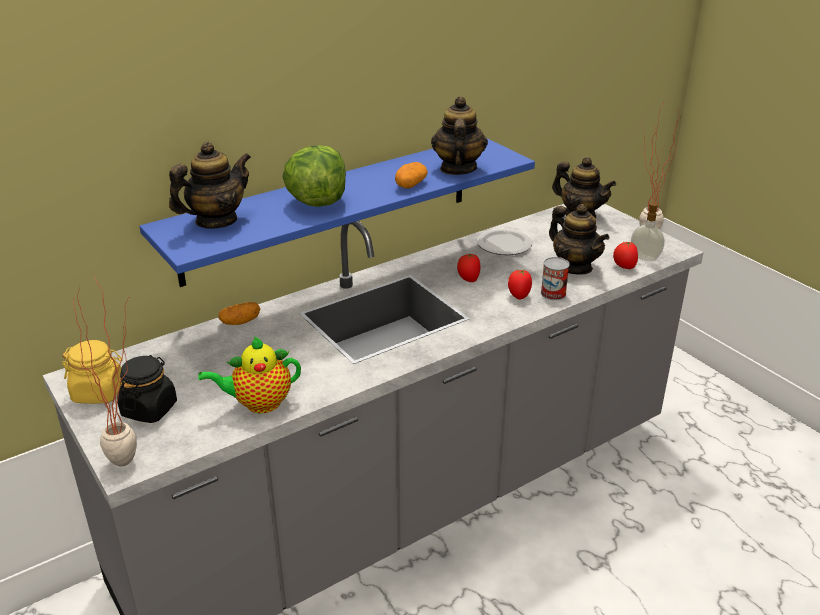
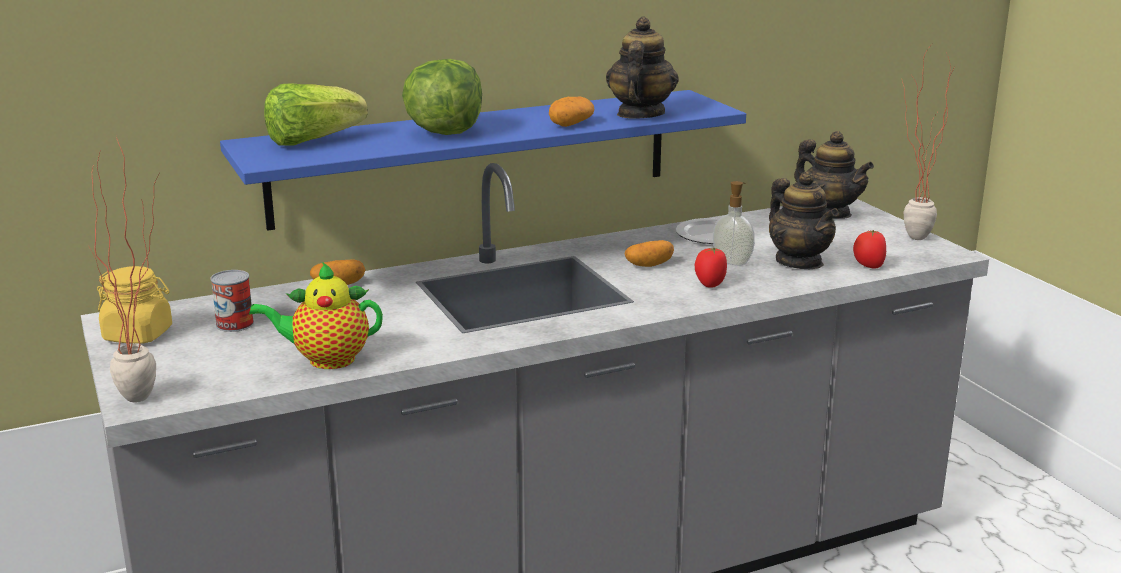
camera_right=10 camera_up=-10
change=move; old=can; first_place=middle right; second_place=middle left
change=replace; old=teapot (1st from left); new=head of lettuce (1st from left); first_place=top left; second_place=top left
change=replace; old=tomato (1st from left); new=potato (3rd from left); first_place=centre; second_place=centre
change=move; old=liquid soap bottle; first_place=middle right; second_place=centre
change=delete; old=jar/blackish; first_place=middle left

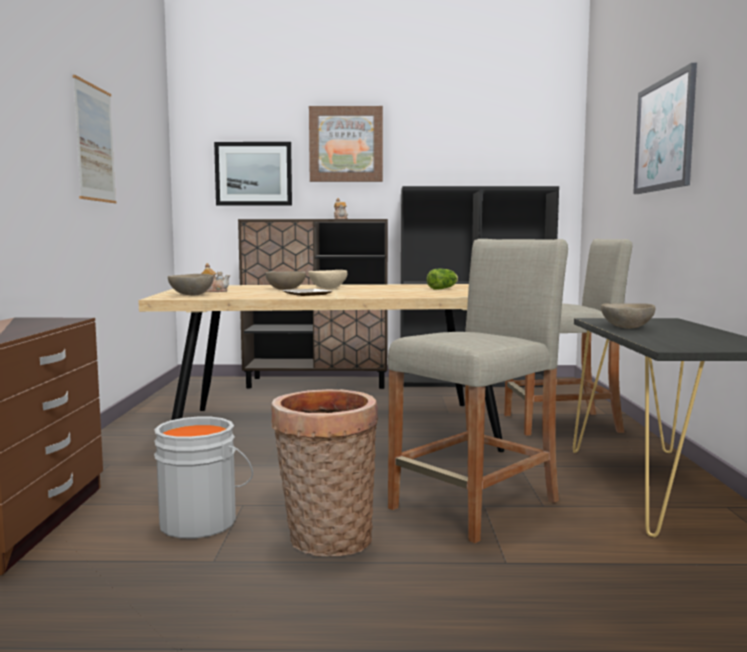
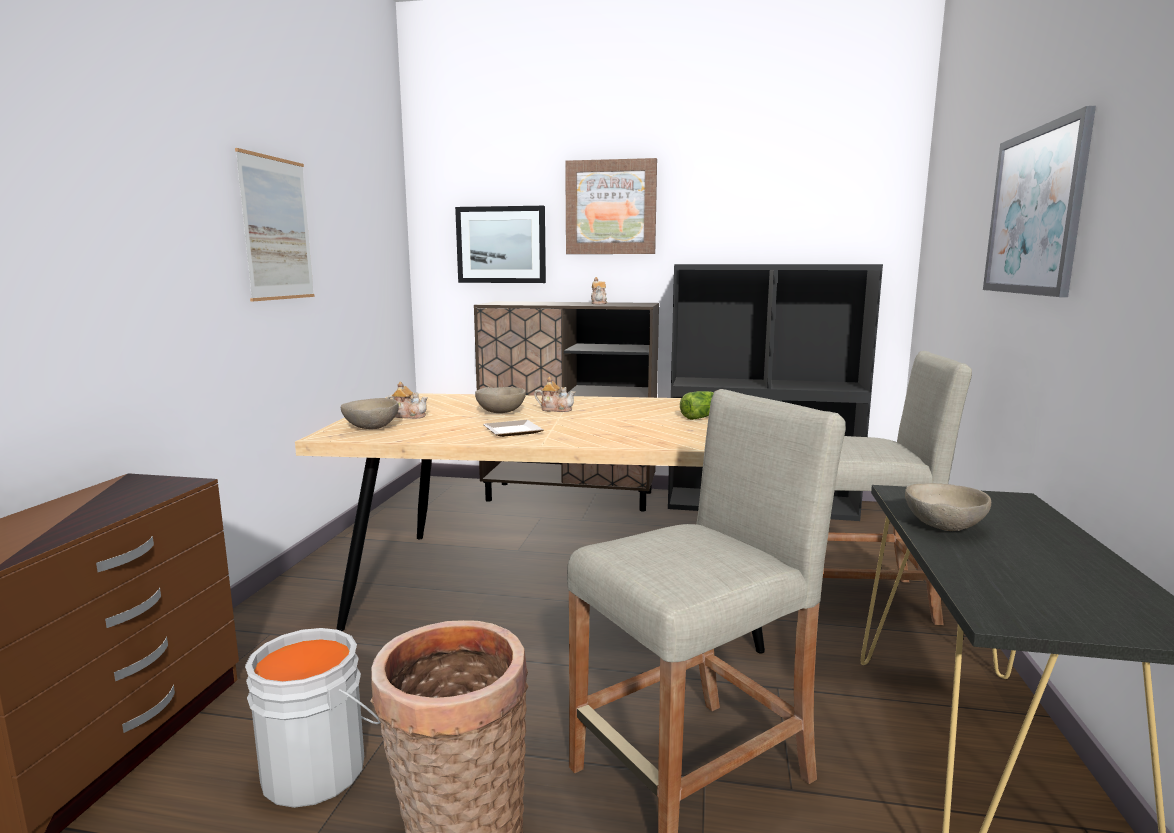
camera_right=10 camera_up=5
change=replace; old=deep dish/sand-coloured (3rd from left); new=teapot (2nd from left); first_place=centre; second_place=centre

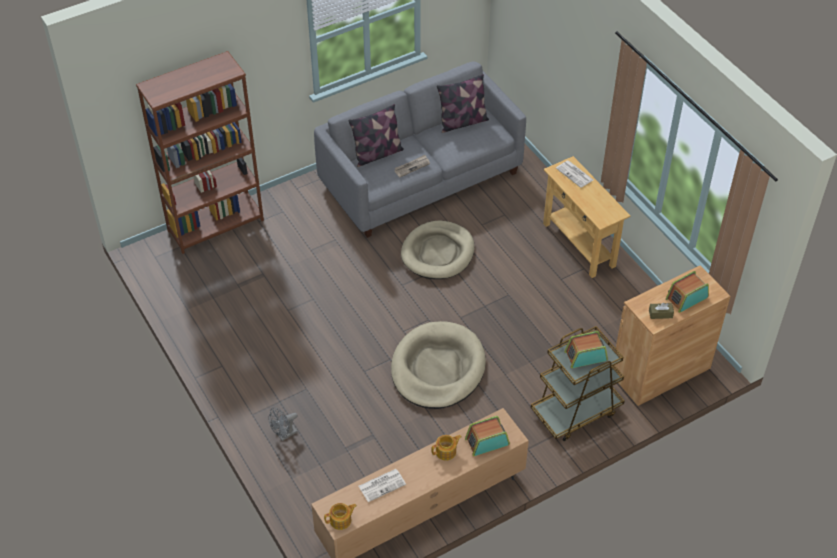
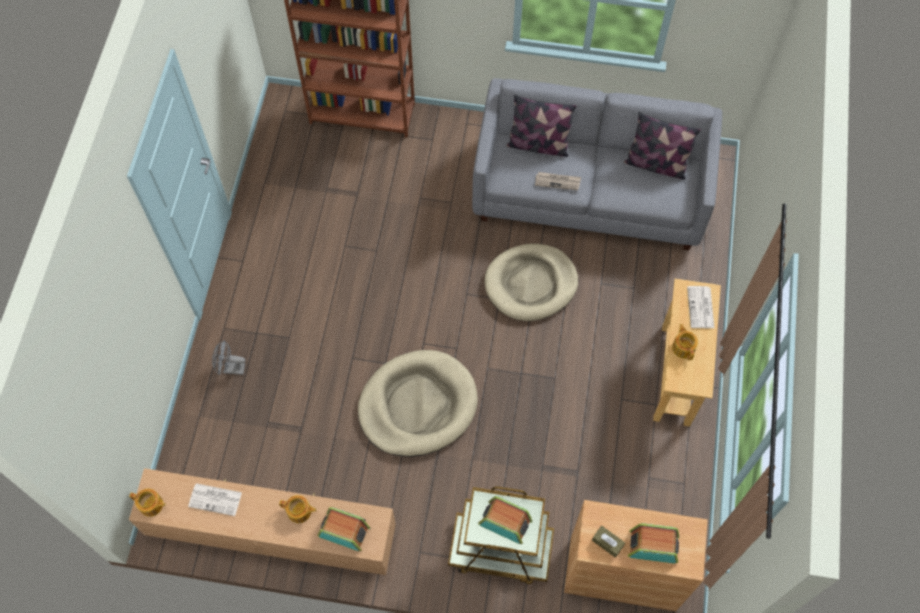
camera_right=40 camera_up=15
change=insert; new=teapot (3rd from left); second_place=middle right

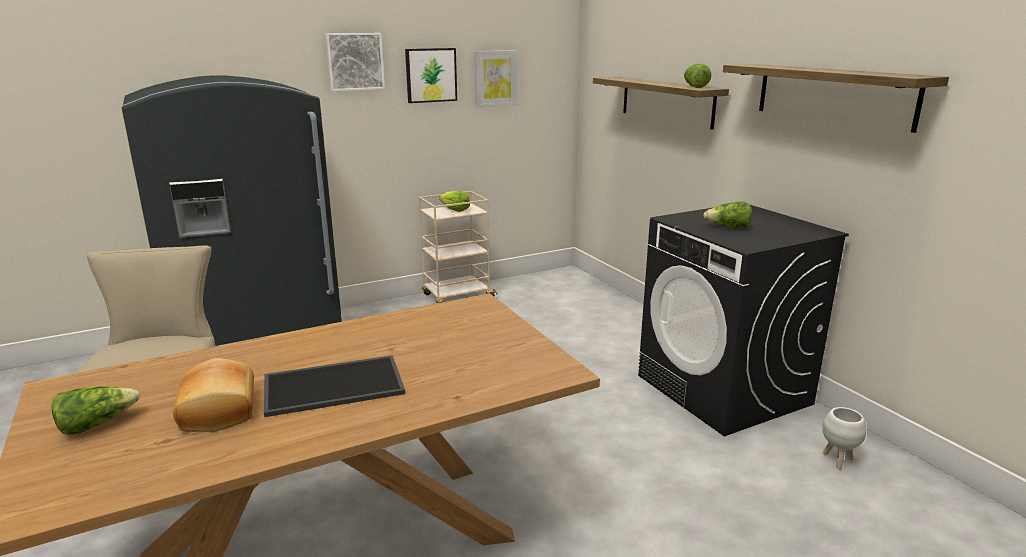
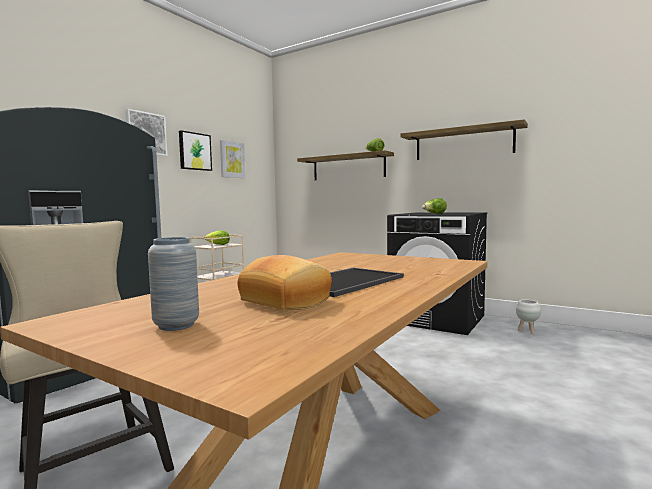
camera_right=-30 camera_up=-15
change=replace; old=head of lettuce (1st from left); new=flower vase/gray; first_place=bottom left; second_place=middle left

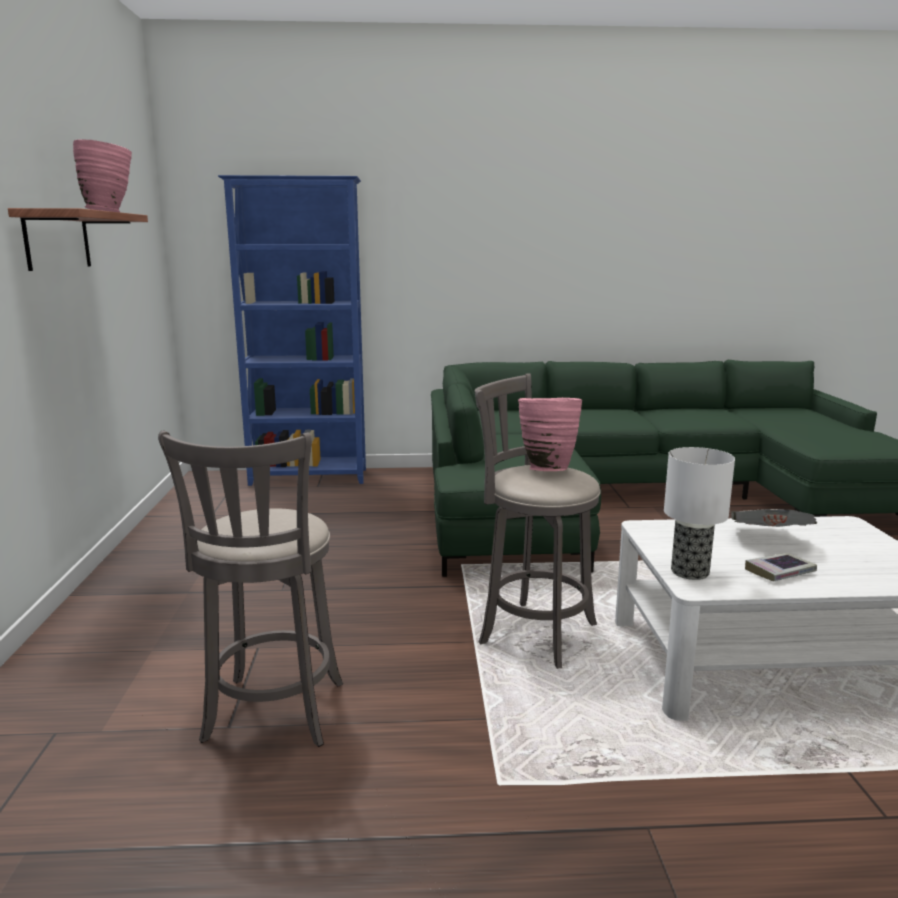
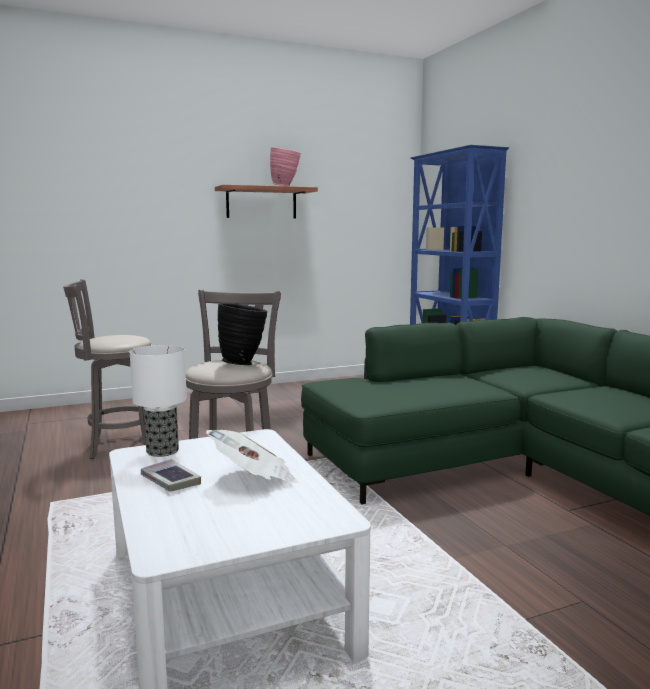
camera_right=70 camera_up=-5
change=recolor; old=flower vase/pink-coloured (2nd from left); new=flower vase/blackish; first_place=centre; second_place=centre

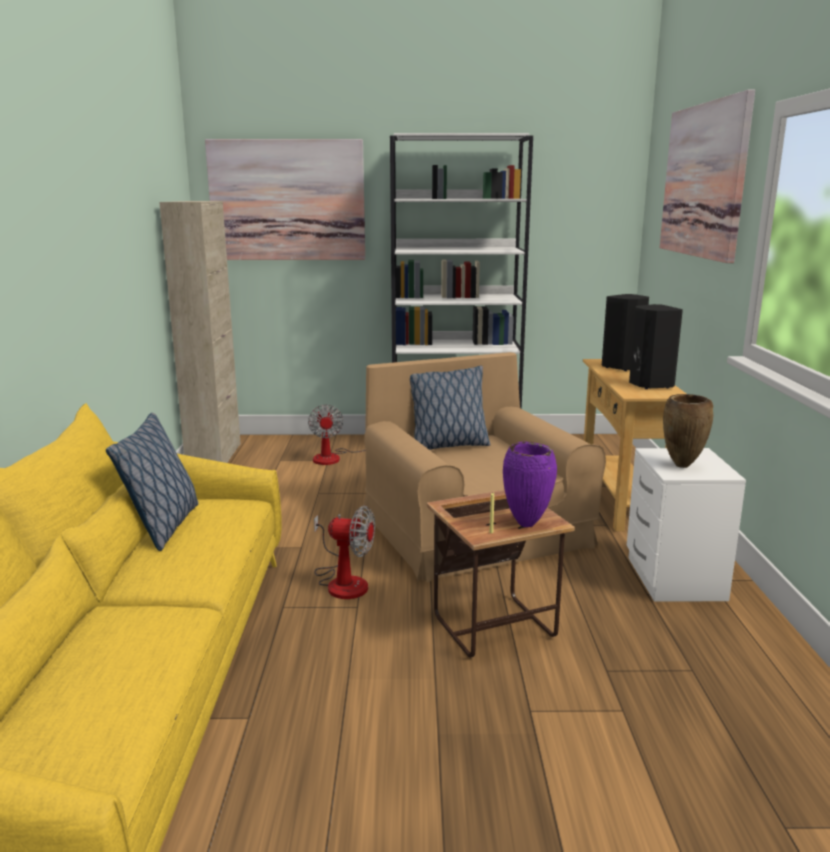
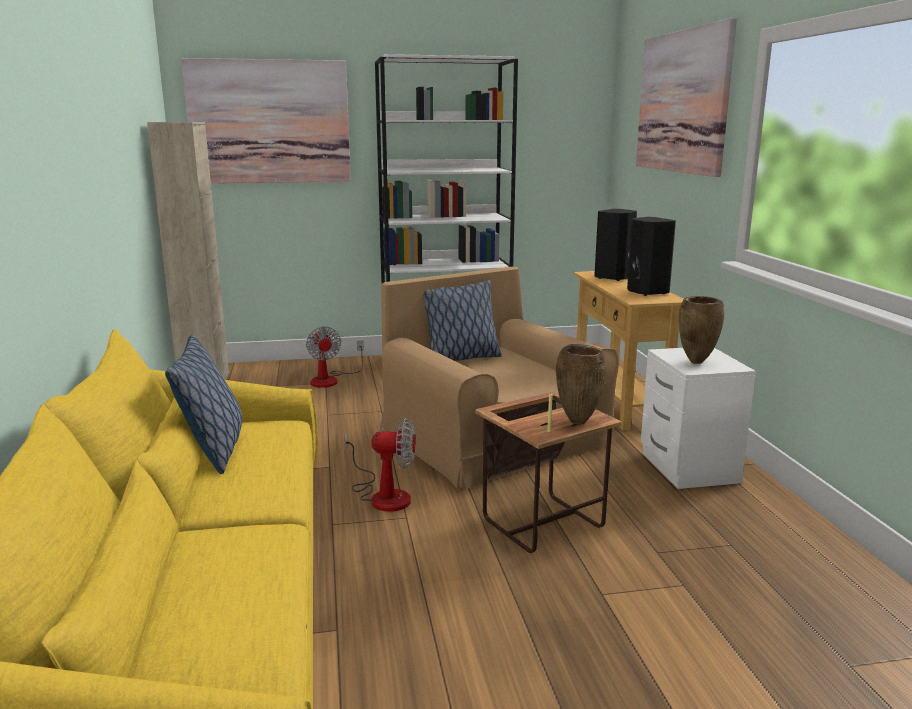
camera_right=-10 camera_up=0
change=recolor; old=flower vase/purple-coloured; new=flower vase/brown-coloured (1st from left); first_place=centre; second_place=centre

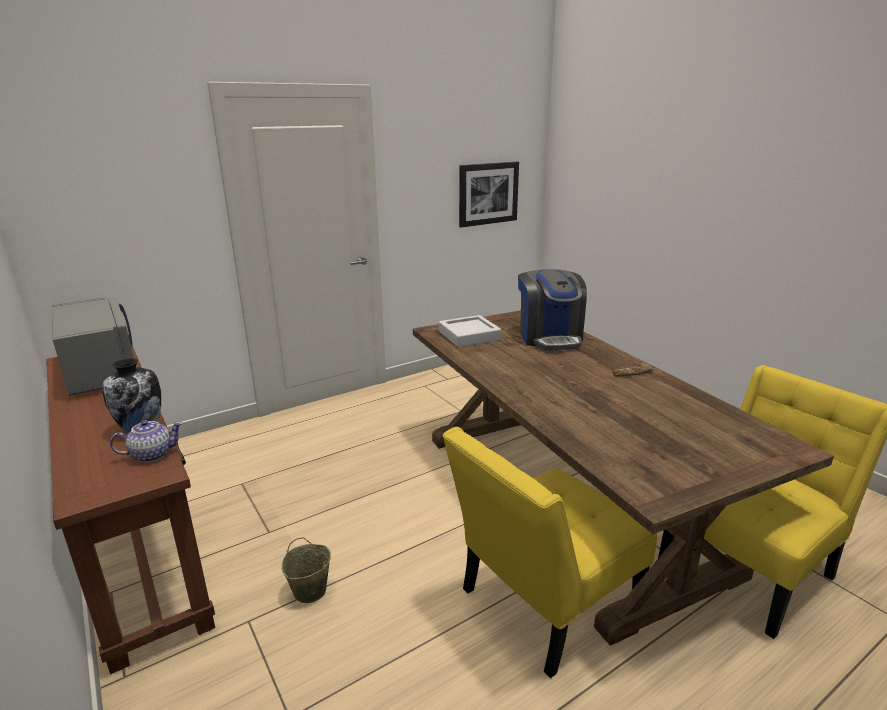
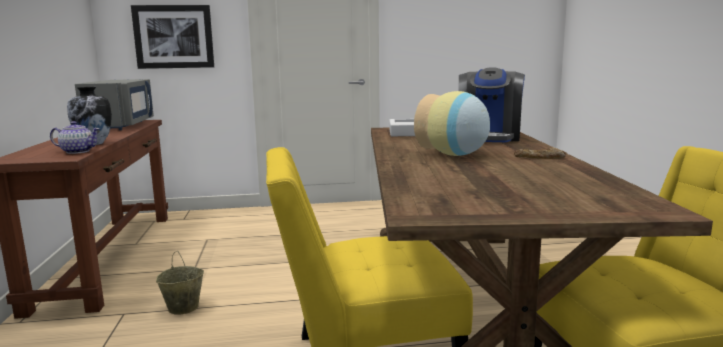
camera_right=25 camera_up=-10
change=move; old=picture; first_place=top centre; second_place=top left
change=insert; new=flower vase (2nd from left); second_place=centre

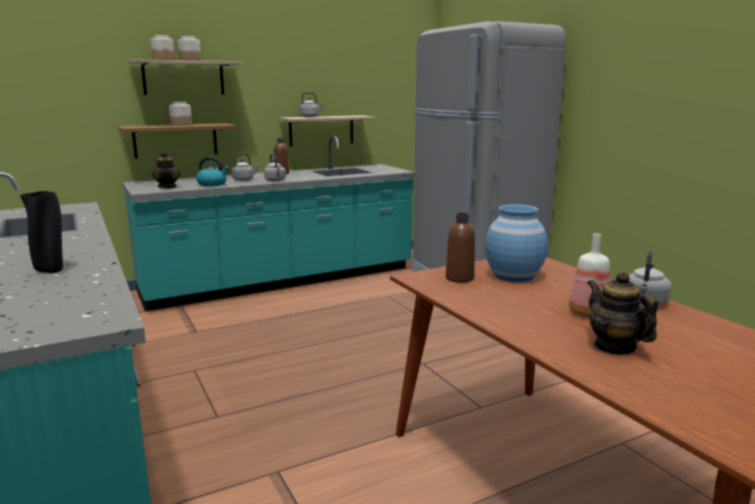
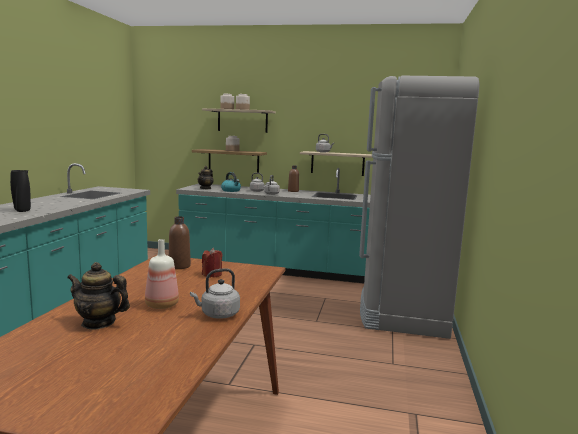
camera_right=40 camera_up=-5
change=rotate; old=teapot (2nd from left in the first image); first_place=middle right; second_place=bottom left; degrees=-90
change=replace; old=flower vase/blue; new=candle/red; first_place=middle right; second_place=centre

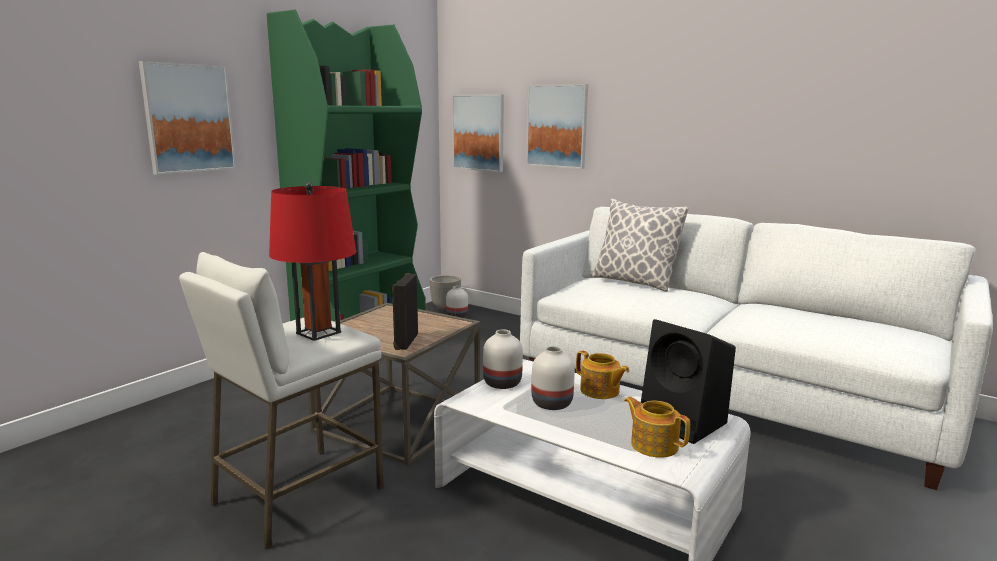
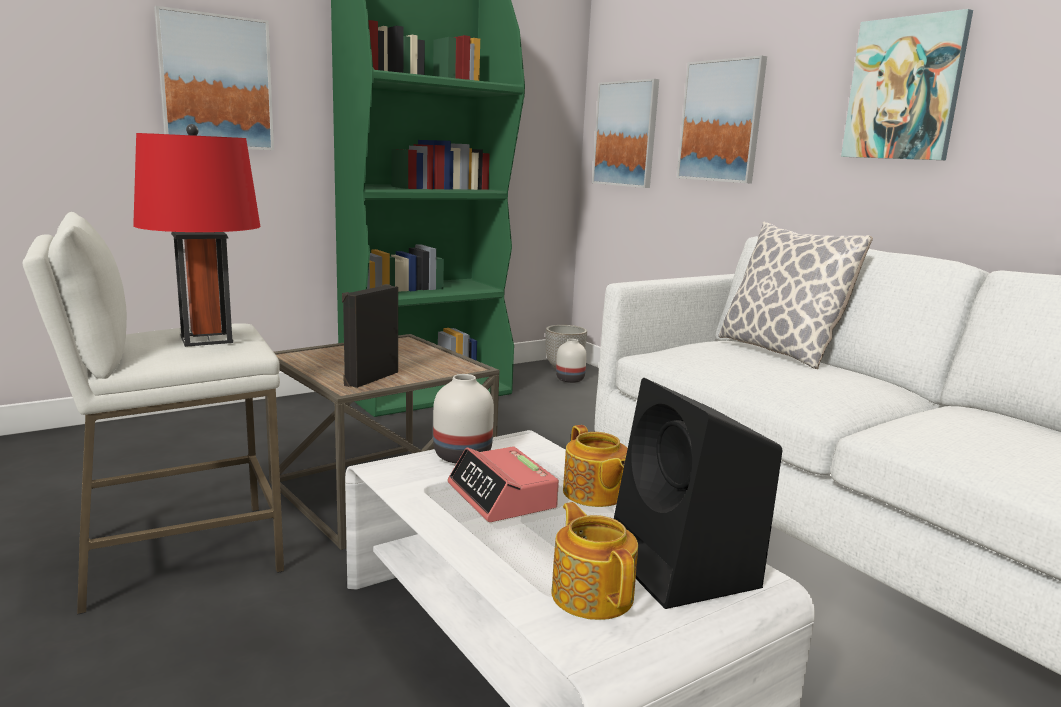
camera_right=20 camera_up=0
change=replace; old=flower vase/whitish (3rd from left); new=bedside clock; first_place=bottom centre; second_place=bottom centre
change=insert; new=picture (4th from left); second_place=top right

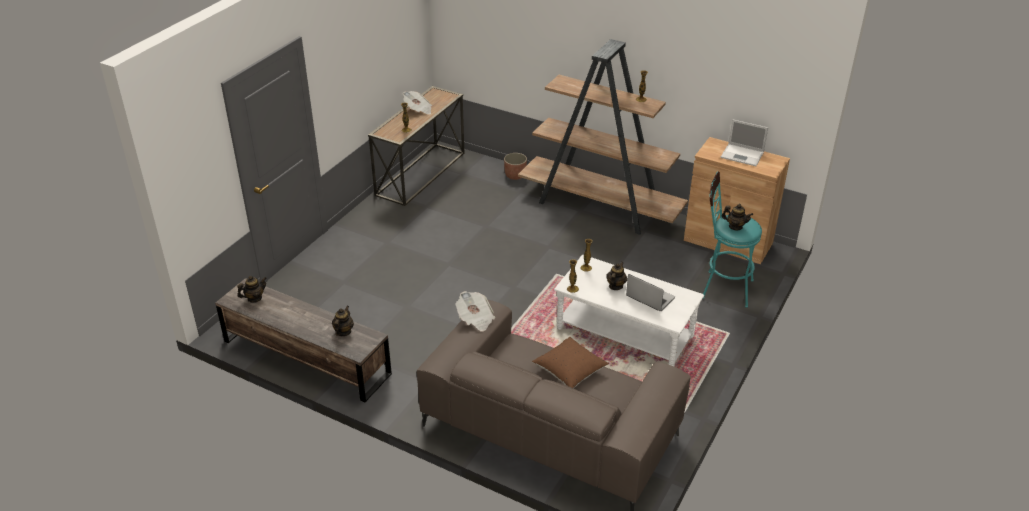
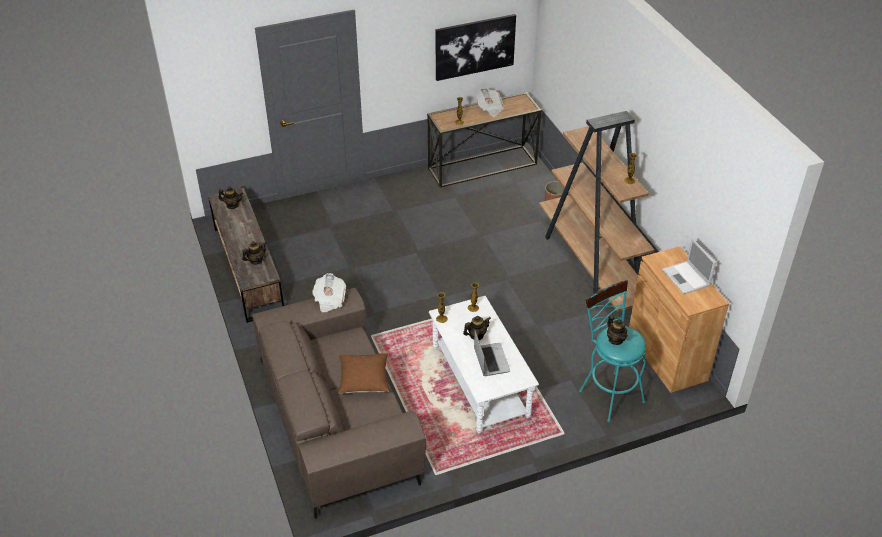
camera_right=40 camera_up=5
change=insert; new=picture; second_place=top centre

